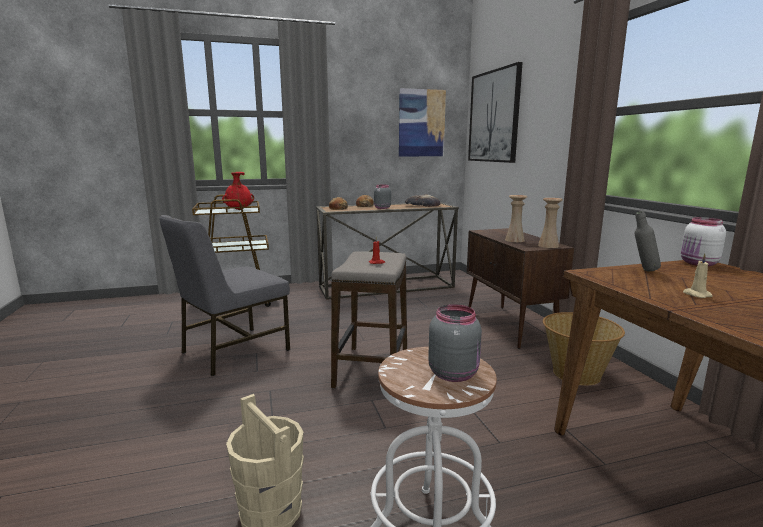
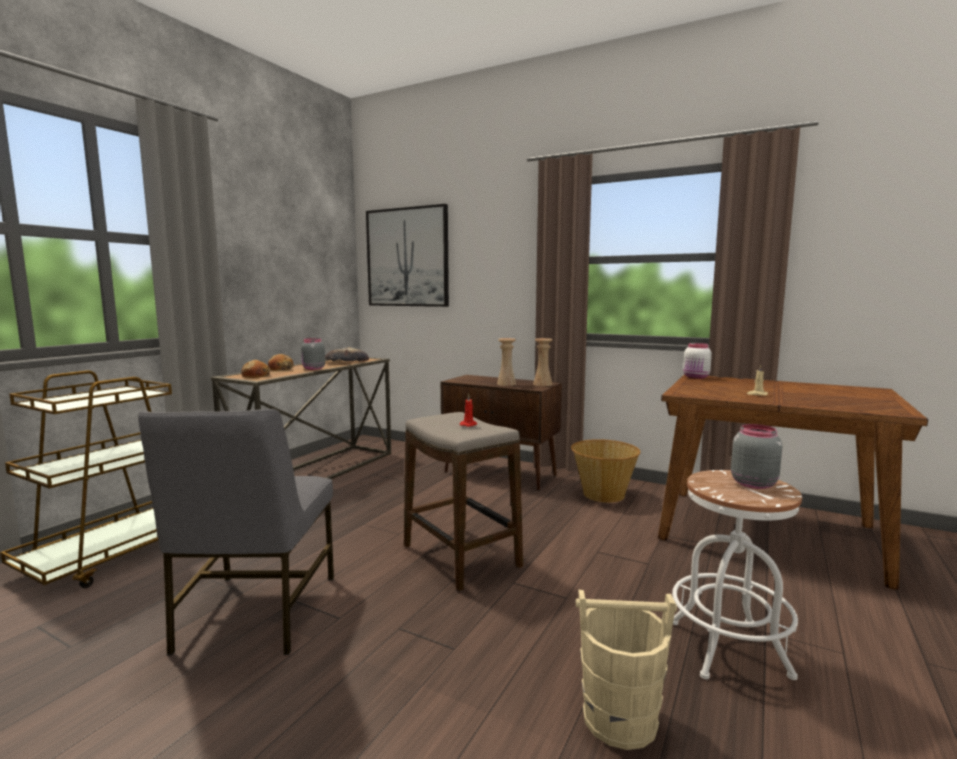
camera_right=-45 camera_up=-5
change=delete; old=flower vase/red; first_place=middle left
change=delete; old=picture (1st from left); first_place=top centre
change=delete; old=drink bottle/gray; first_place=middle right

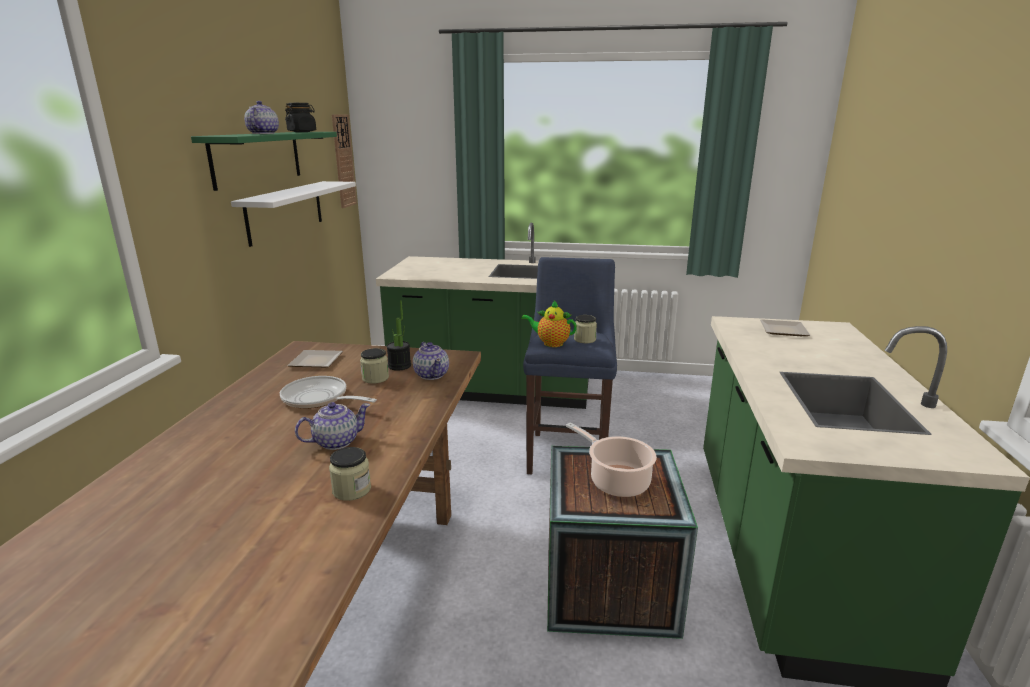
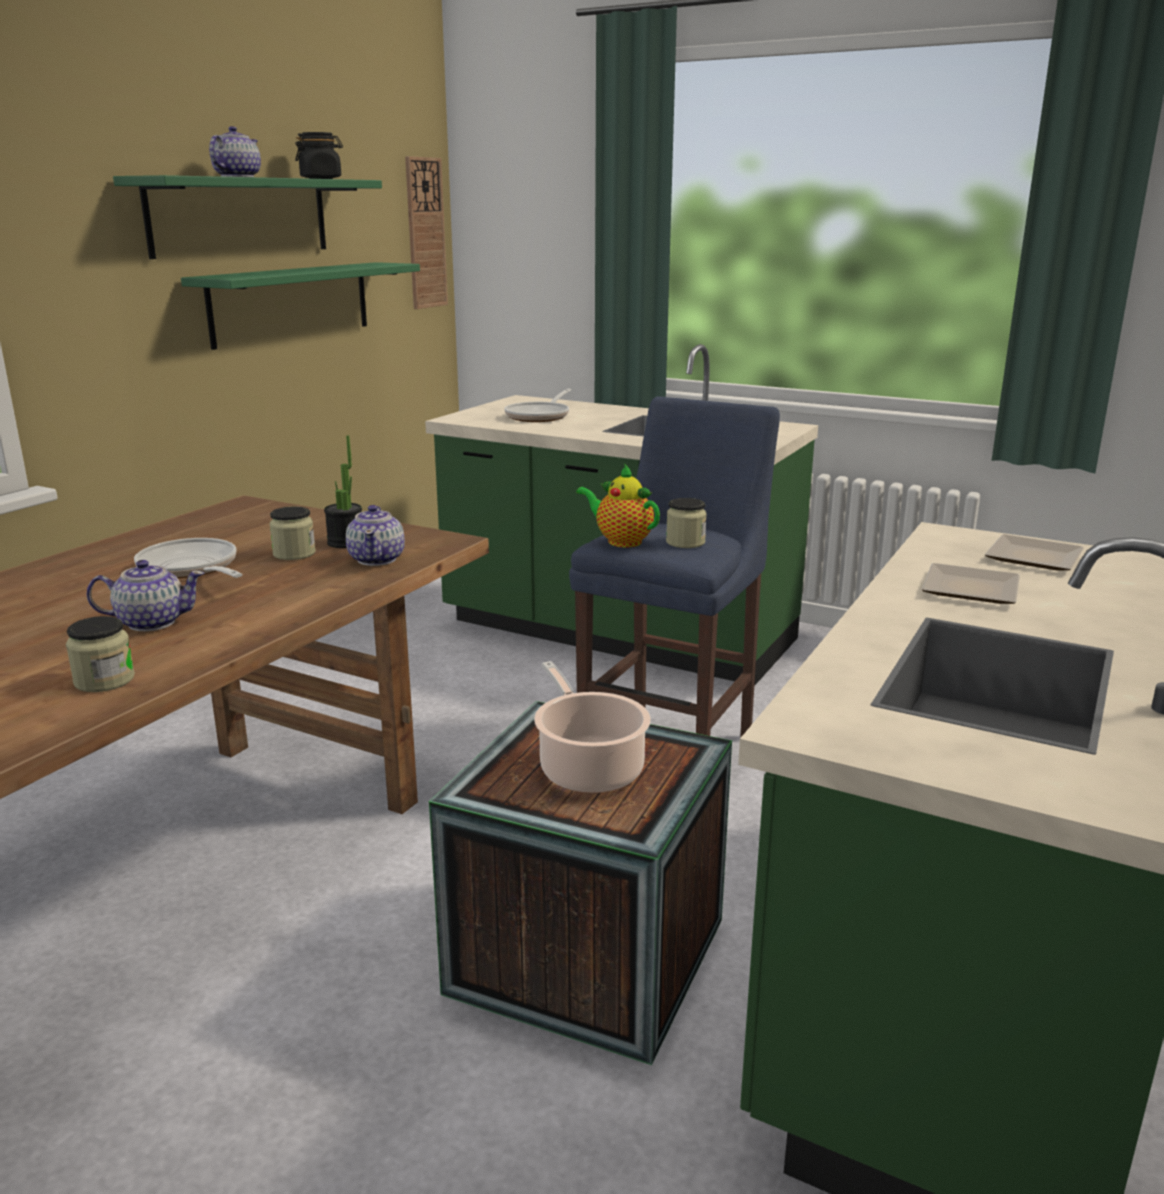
camera_right=20 camera_up=0
change=recolor; old=bracket shelf/whitish; new=bracket shelf/greenish (2nd from left); first_place=top left; second_place=top left
change=insert; new=pan (2nd from left); second_place=centre
change=move; old=dinner plate (1st from left); first_place=middle left; second_place=middle right

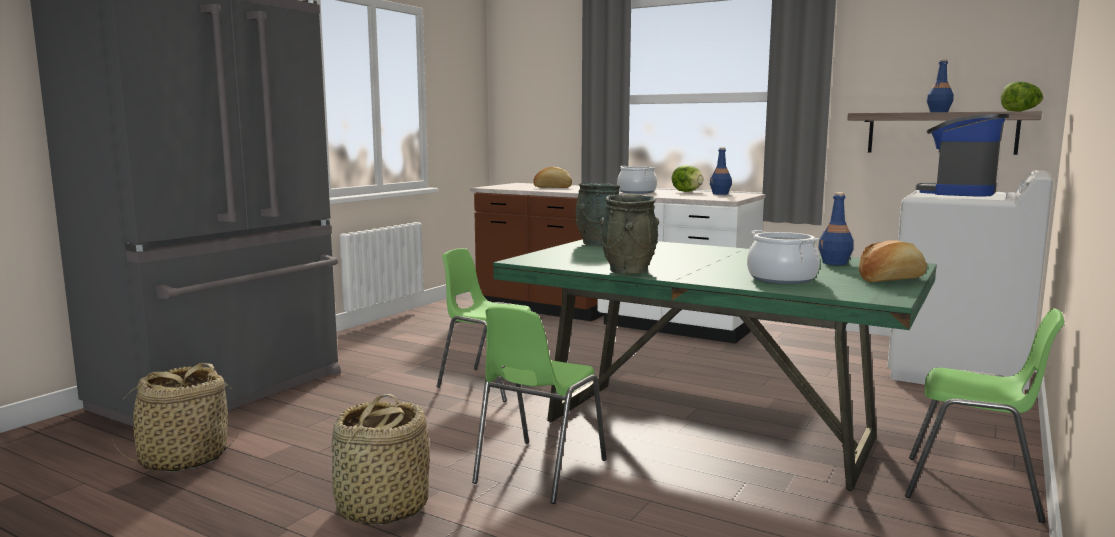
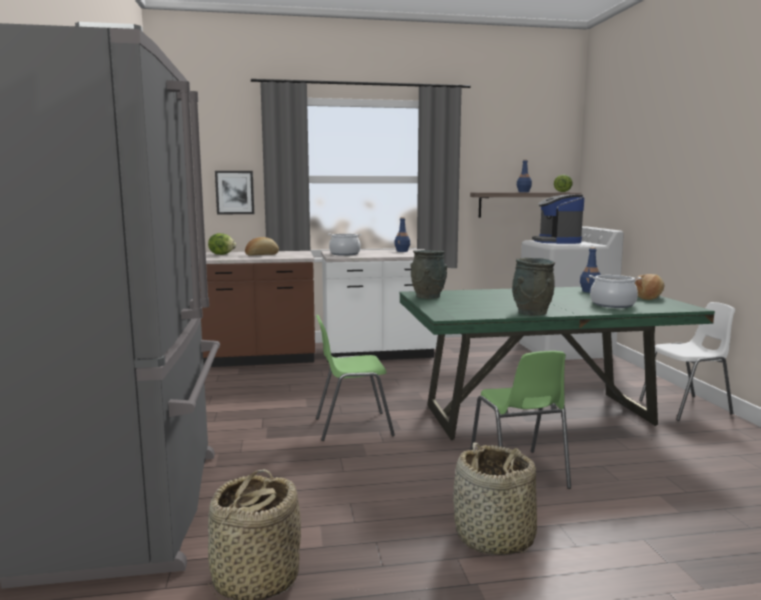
camera_right=-40 camera_up=0
change=move; old=head of lettuce (1st from left); first_place=top centre; second_place=middle left
change=insert; new=picture; second_place=top left
change=recolor; old=plain chair/greenish (3rd from left); new=plain chair/whitish; first_place=bottom right; second_place=middle right

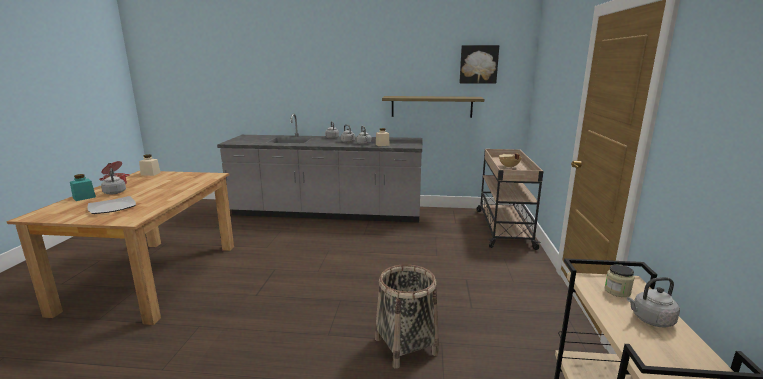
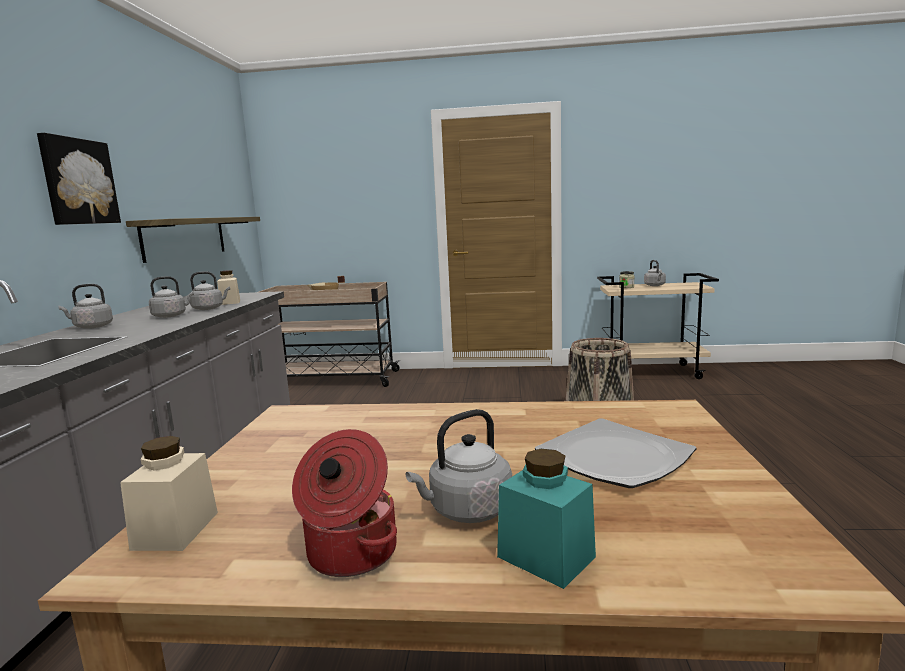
camera_right=-90 camera_up=-5
change=move; old=picture; first_place=top centre; second_place=top left

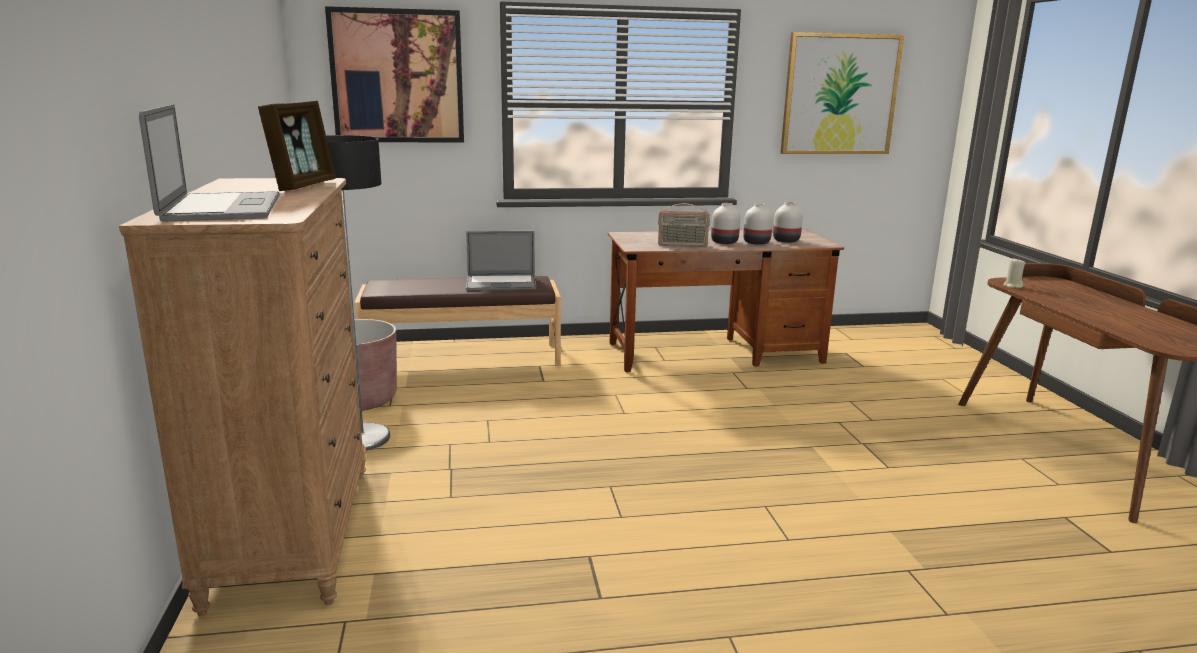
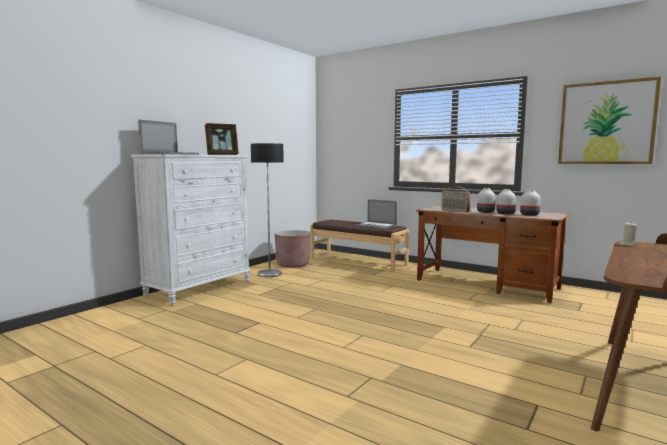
camera_right=45 camera_up=-10
change=recolor; old=drawer chest/brown-coloured; new=drawer chest/whitish; first_place=middle left; second_place=middle left
change=delete; old=picture (1st from left); first_place=top left

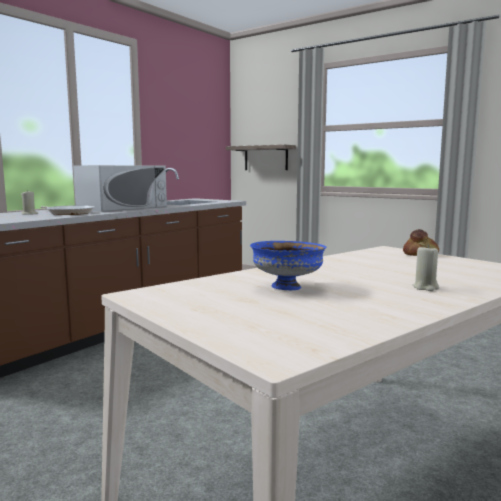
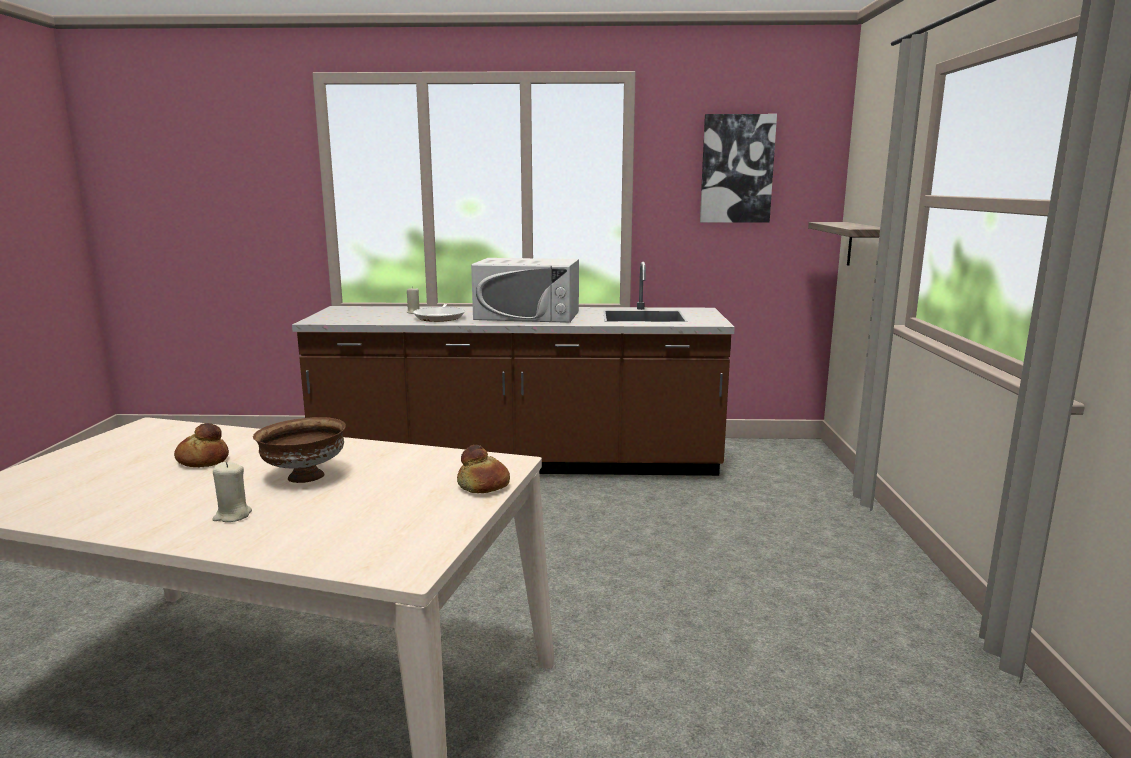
camera_right=55 camera_up=5
change=replace; old=deep dish/blue; new=bakery bread (1st from left); first_place=centre; second_place=middle left
change=insert; new=deep dish/brown-coloured; second_place=middle left
change=insert; new=picture; second_place=top centre

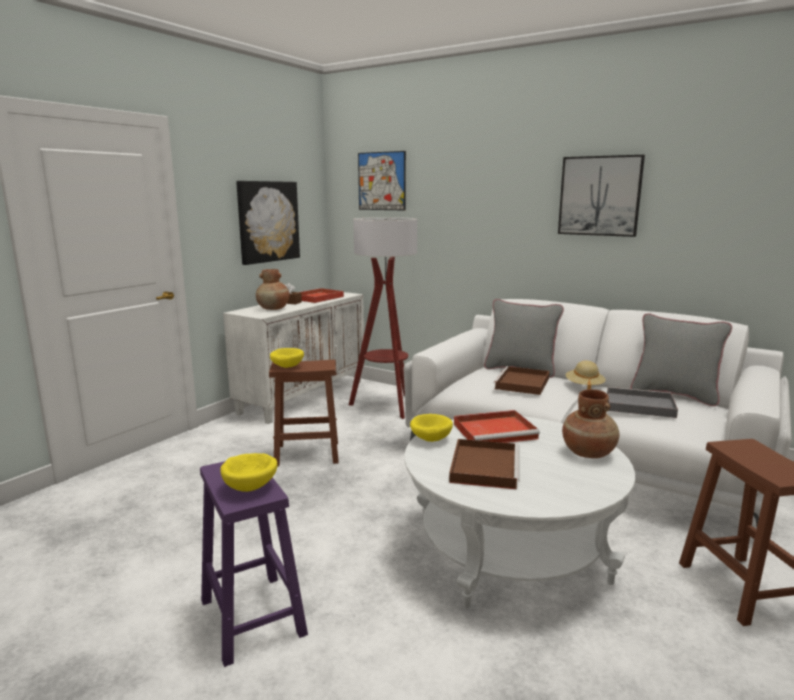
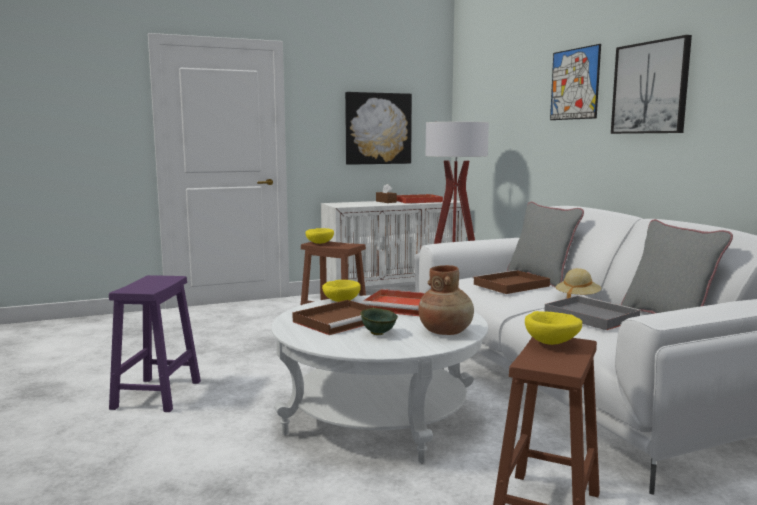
camera_right=35 camera_up=-5
change=insert; new=deep dish/greenish; second_place=centre
change=move; old=deep dish/yellow (1st from left in the first image); new=deep dish/yellow (3rd from left); first_place=bottom left; second_place=middle right
change=move; old=picture (2nd from left); first_place=top centre; second_place=top right
change=delete; old=flower vase/brown-coloured (1st from left); first_place=centre

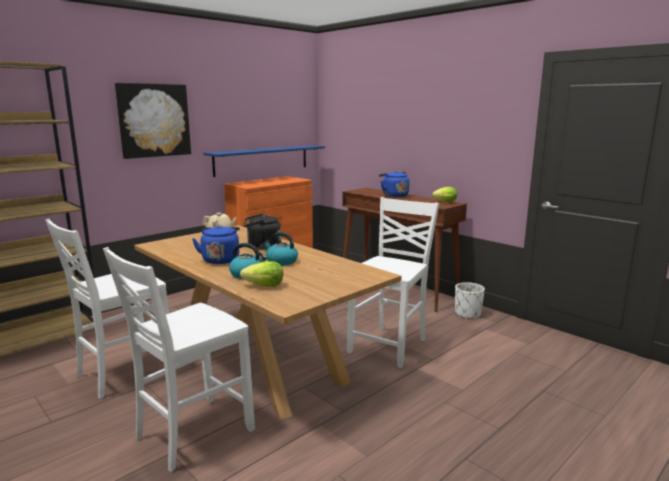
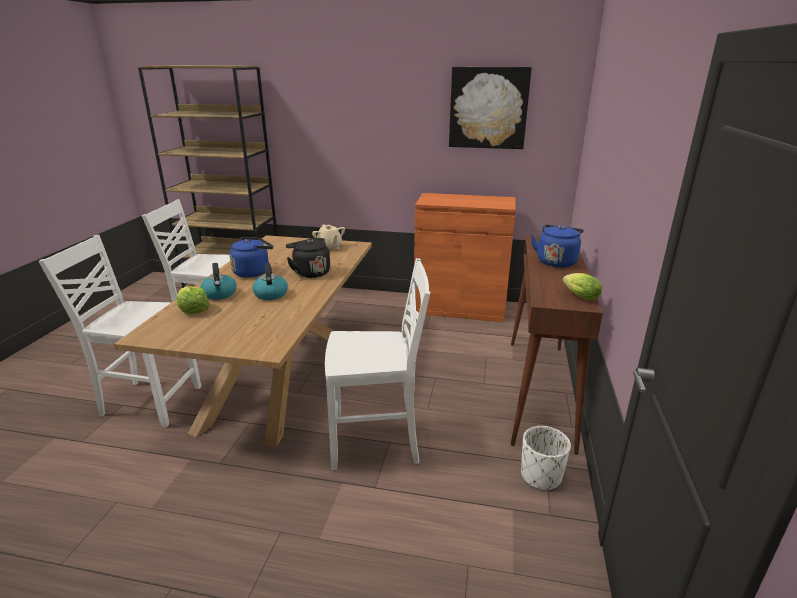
camera_right=55 camera_up=10
change=move; old=picture; first_place=top left; second_place=top centre
change=delete; old=bracket shelf/blue; first_place=centre

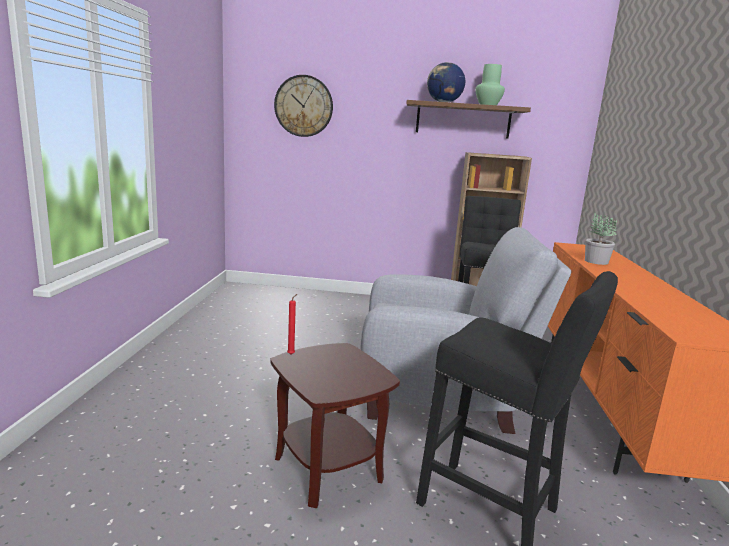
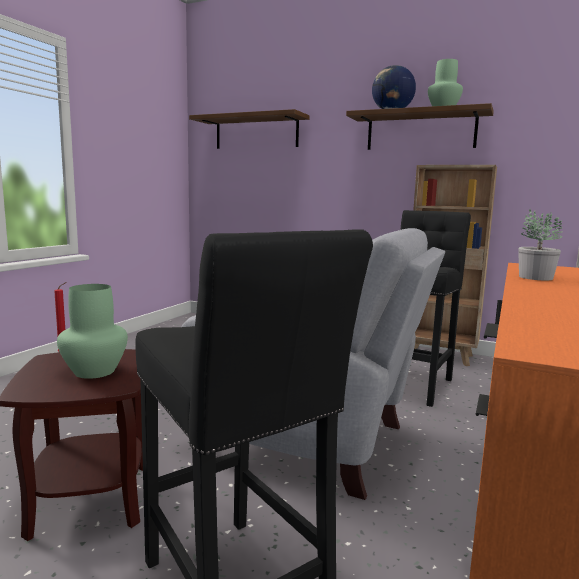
camera_right=20 camera_up=-5
change=insert; new=flower vase/greenish (1st from left); second_place=middle left
change=replace; old=clock on the wall; new=bracket shelf/brown-coloured (1st from left); first_place=top centre; second_place=top centre

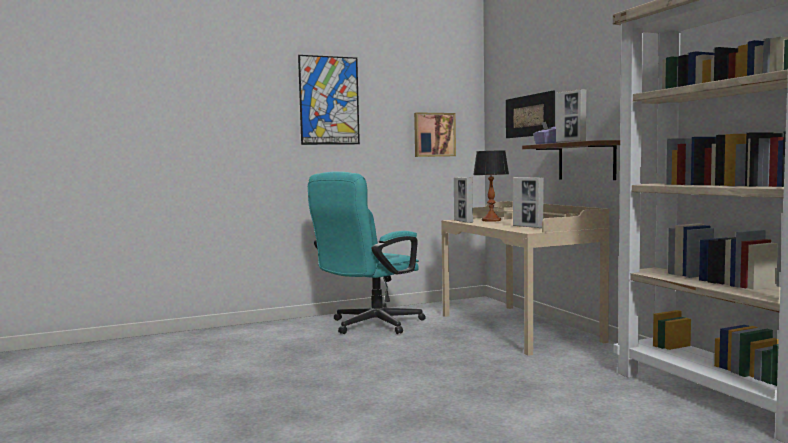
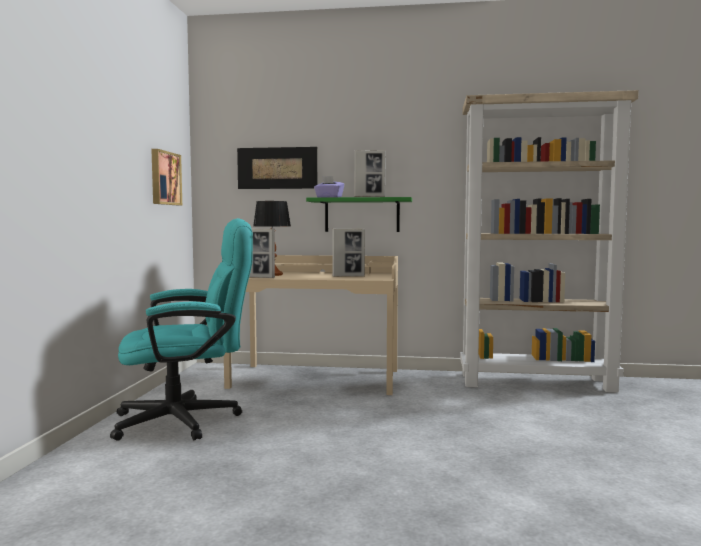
camera_right=-60 camera_up=0
change=rotate; old=desk chair/blue-green; first_place=centre; second_place=middle left; degrees=-90
change=recolor; old=bracket shelf/brown-coloured; new=bracket shelf/greenish; first_place=middle right; second_place=centre
change=delete; old=picture (1st from left); first_place=top centre

